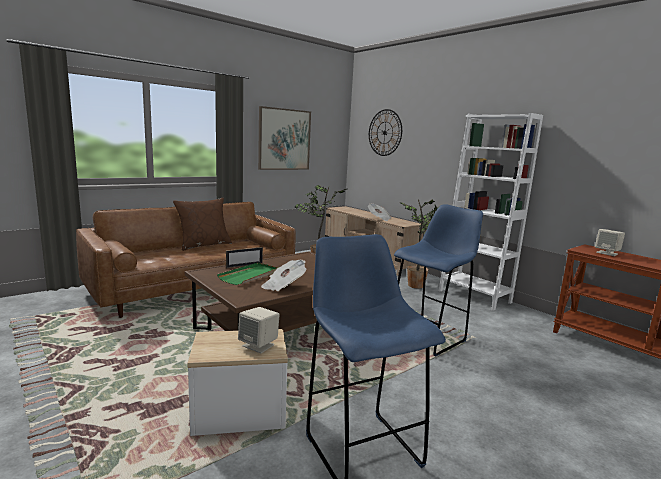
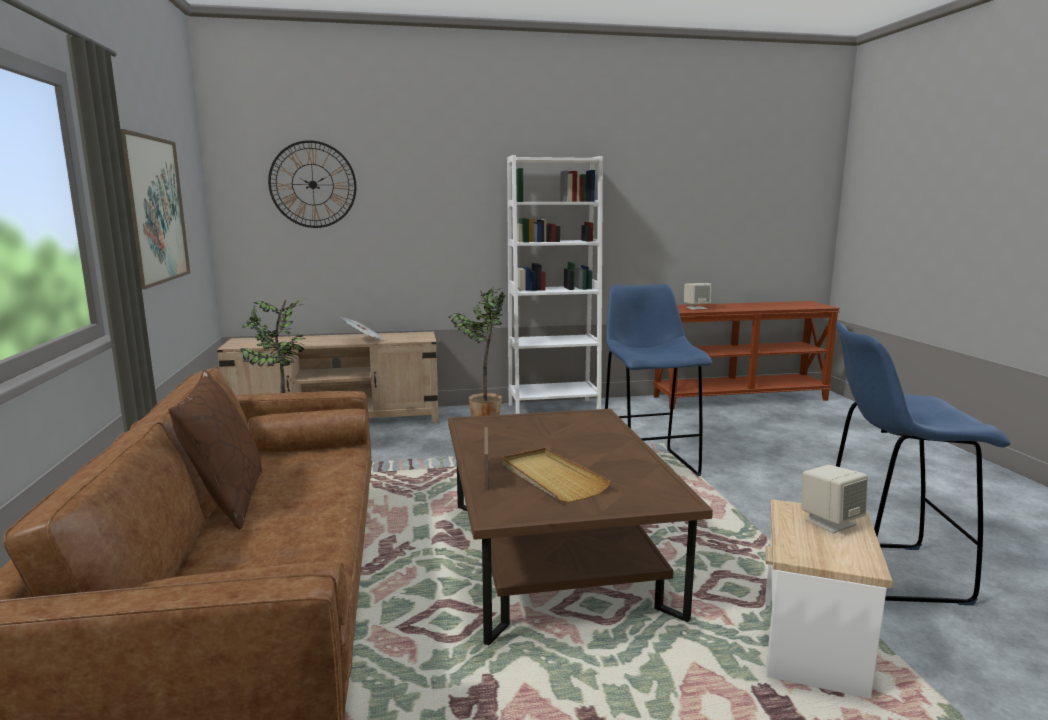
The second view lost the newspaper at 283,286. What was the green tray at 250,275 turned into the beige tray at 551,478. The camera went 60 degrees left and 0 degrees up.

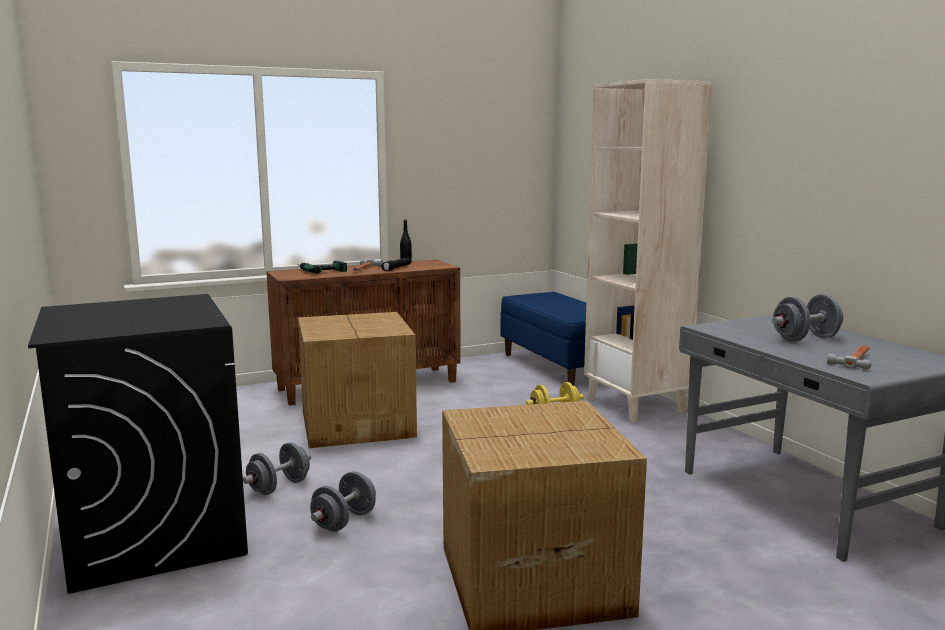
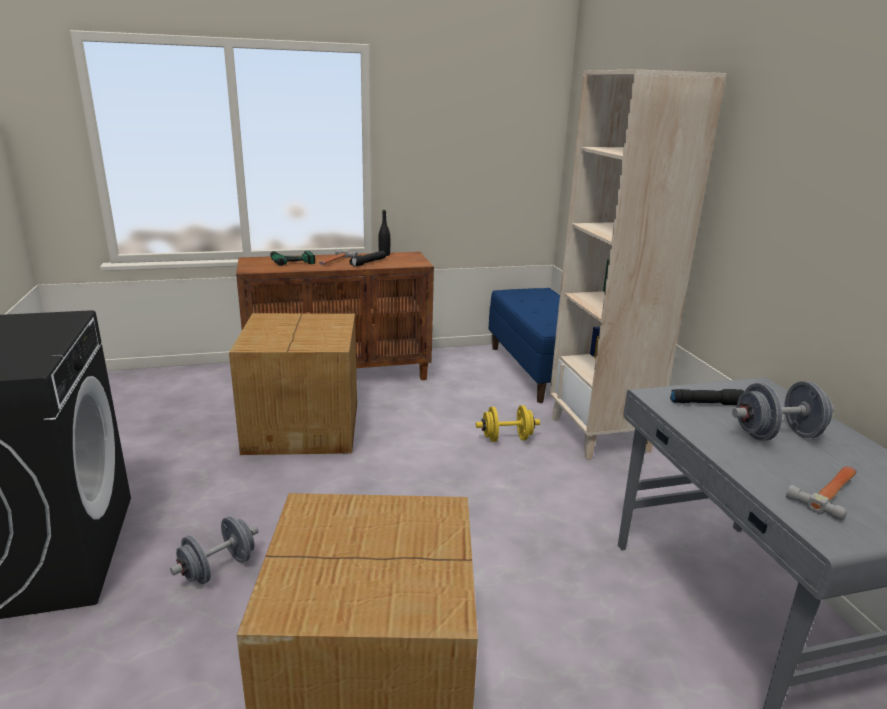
The second view lost the grey dumbbell at 279,487. The second view gained the black flashlight at 706,403. The camera went 10 degrees right and 10 degrees up.

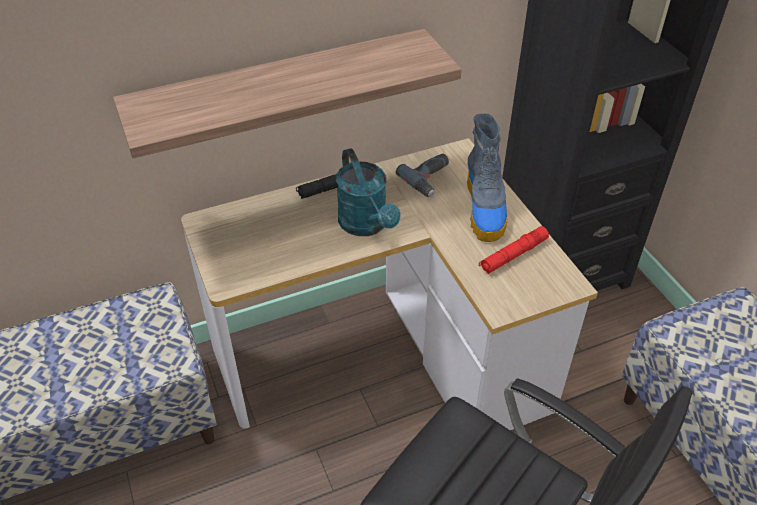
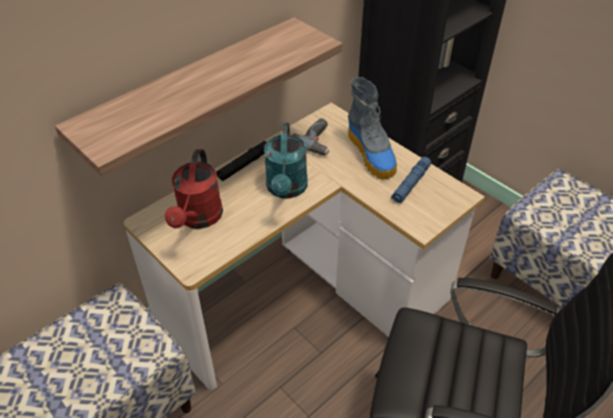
The turquoise watering can at 367,225 ended up facing another way, 45 degrees clockwise from before. What was the red flashlight at 513,255 turned into the blue flashlight at 410,184. The second view gained the red watering can at 198,219. The camera went 20 degrees left and 0 degrees up.

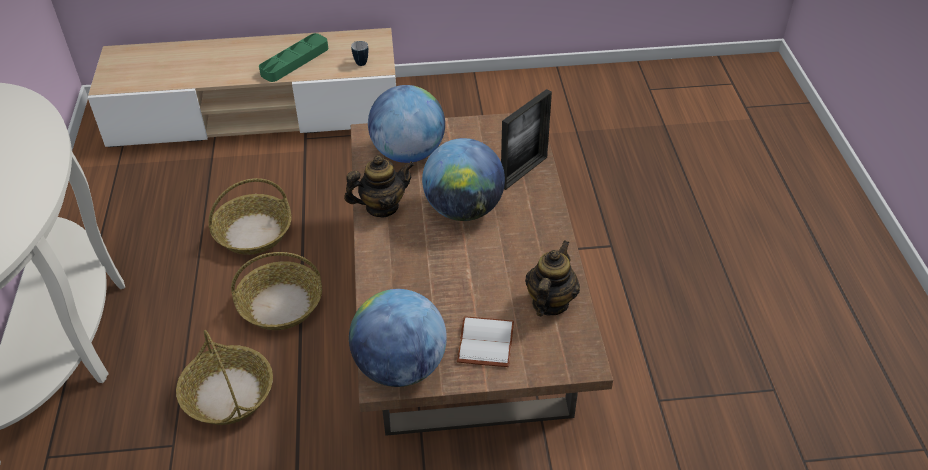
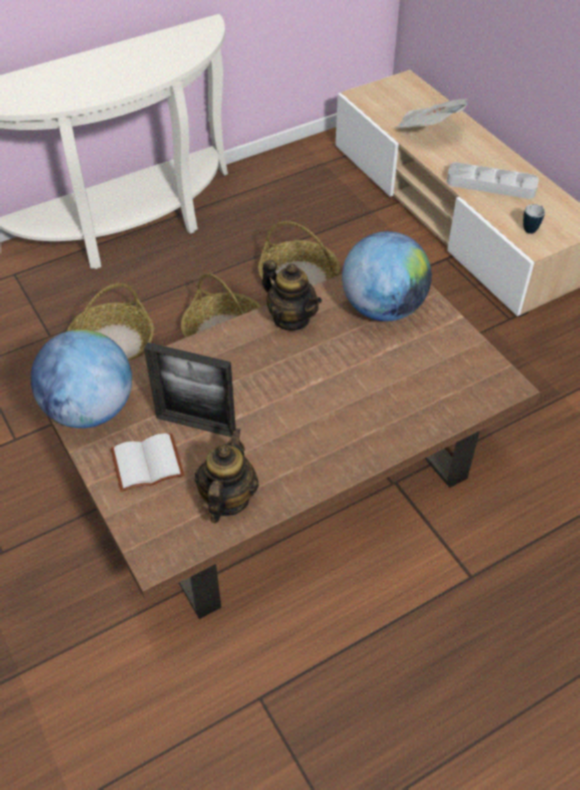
What was the green tray at 295,61 turned into the grey tray at 491,185. The picture frame ended up elsewhere, having gone from 524,172 to 195,424. The second view lost the globe at 463,209. The teapot at 550,303 ended up facing another way, 75 degrees counterclockwise from before. The second view gained the newspaper at 428,130. The camera went 65 degrees right and 5 degrees up.

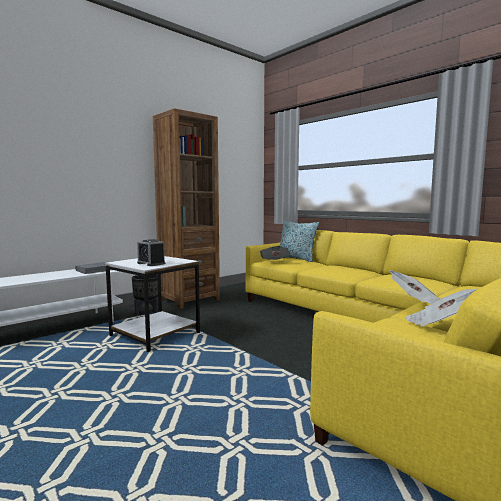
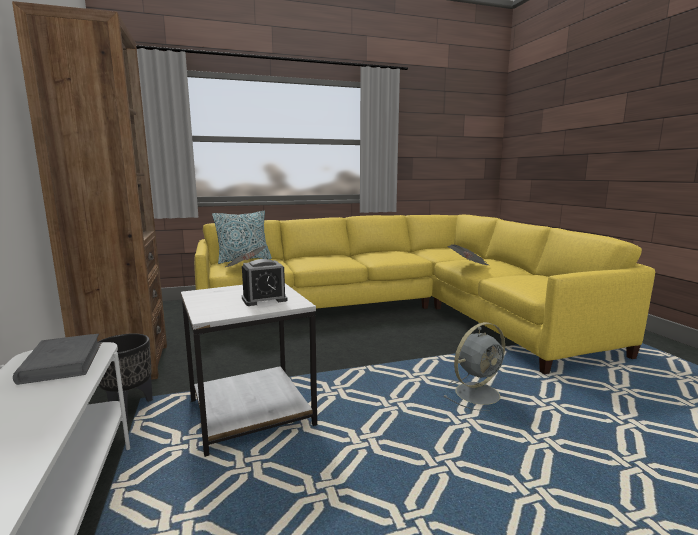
The second view lost the newspaper at 441,324. The second view gained the grey fan at 479,393. The camera went 65 degrees left and 5 degrees up.

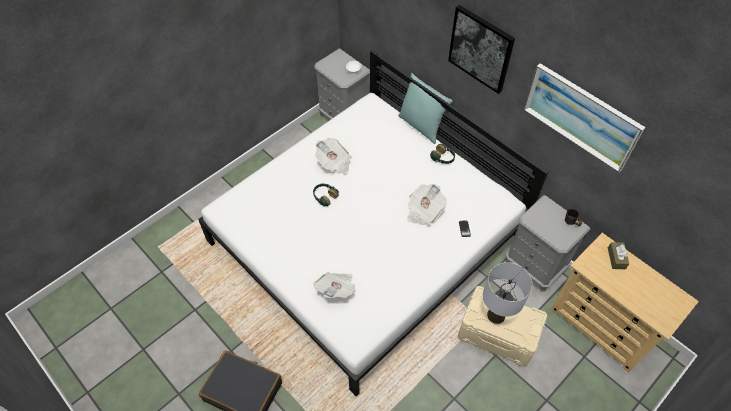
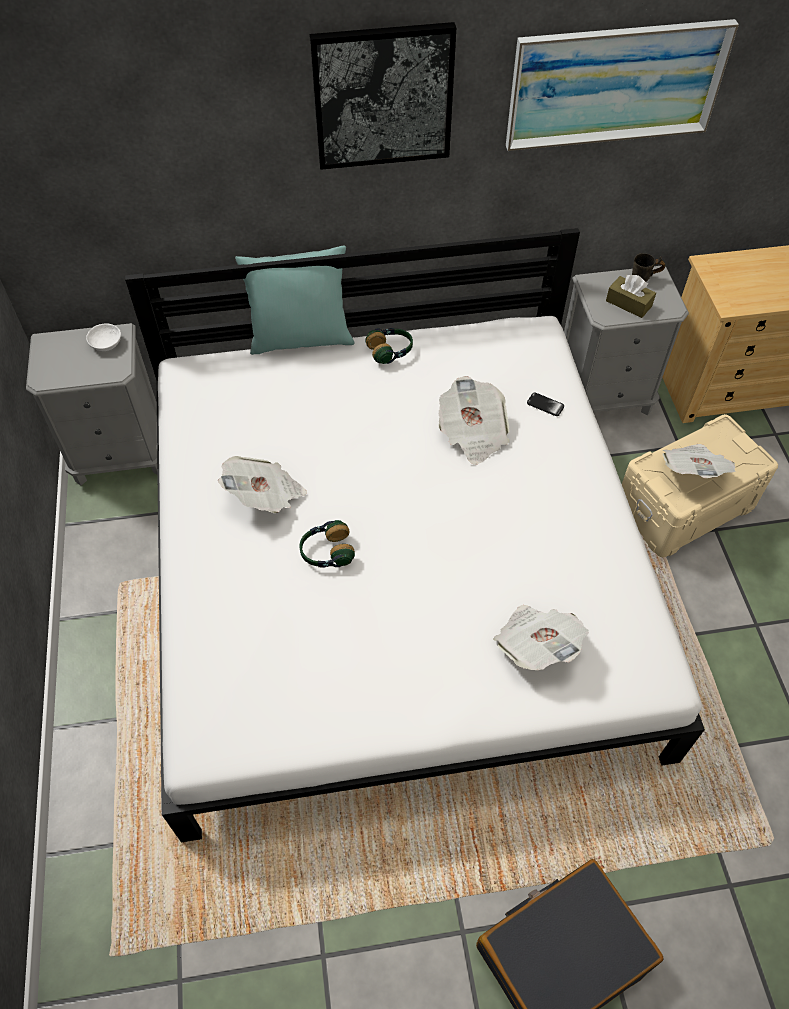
The brown tissue box ended up elsewhere, having gone from 616,258 to 628,303. Where the grey table lamp stood at 496,315, the newspaper came to stand at 692,472. The camera went 55 degrees left and 0 degrees up.

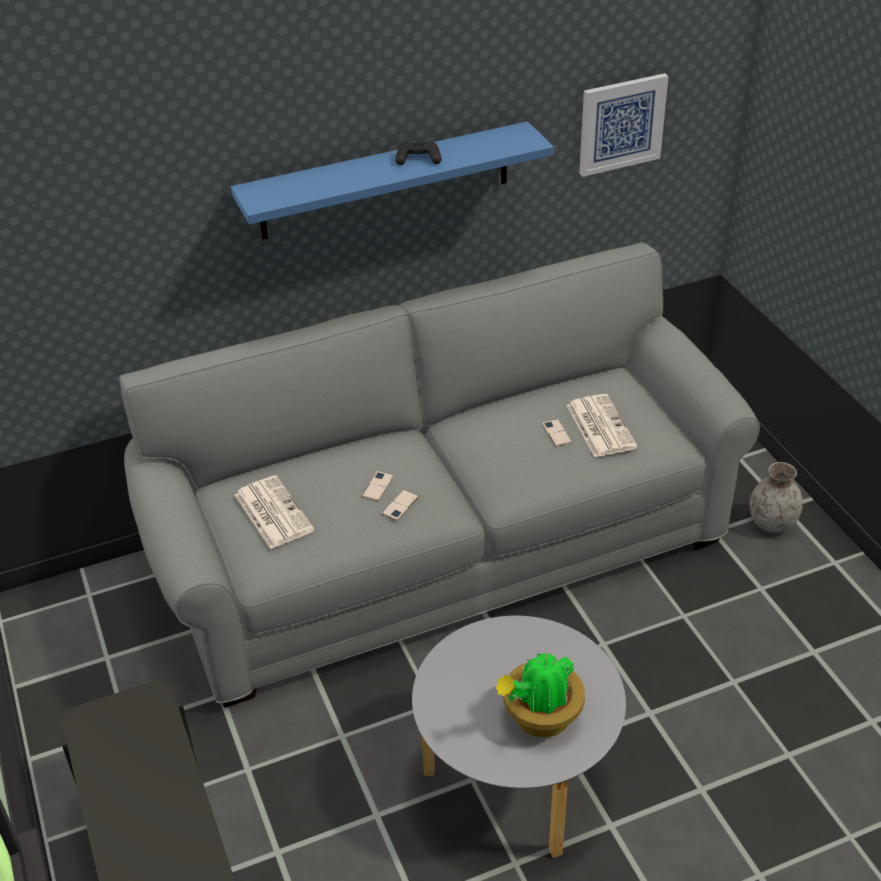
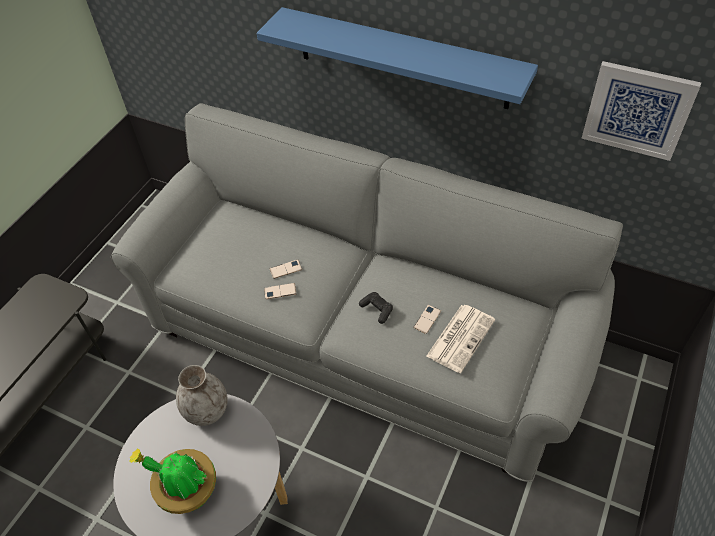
The black game controller ended up elsewhere, having gone from 418,159 to 377,310. The grey vase ended up elsewhere, having gone from 771,523 to 207,411. The second view lost the newspaper at 272,512. The camera went 50 degrees right and 10 degrees up.

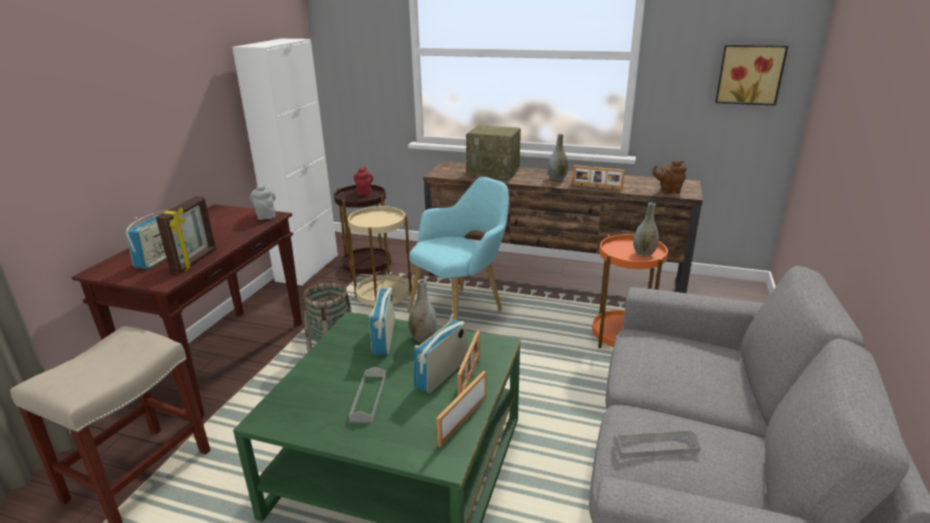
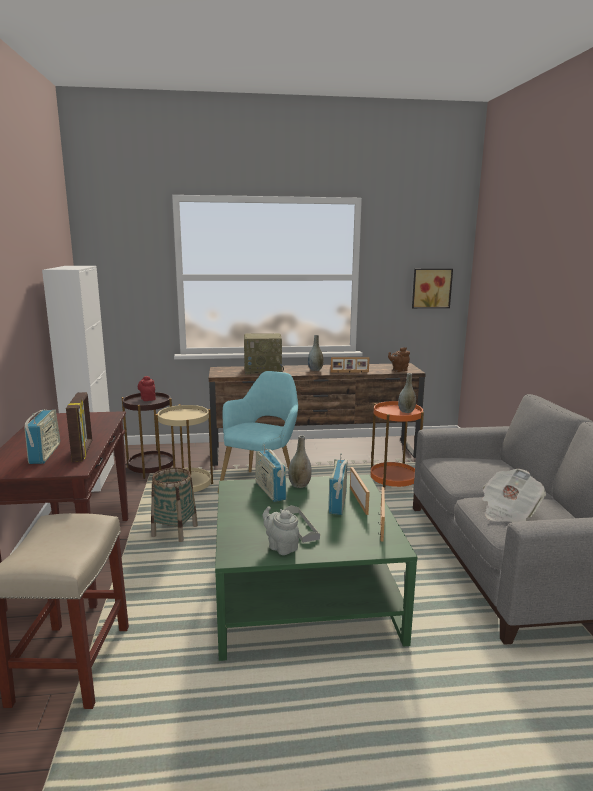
The grey teapot ended up elsewhere, having gone from 266,215 to 281,547. Where the grey tray stood at 655,446, the newspaper came to stand at 508,511. The camera went 25 degrees left and 10 degrees down.

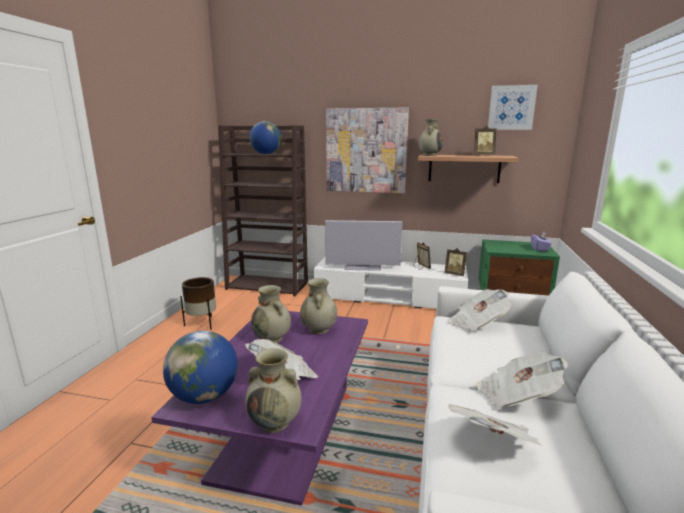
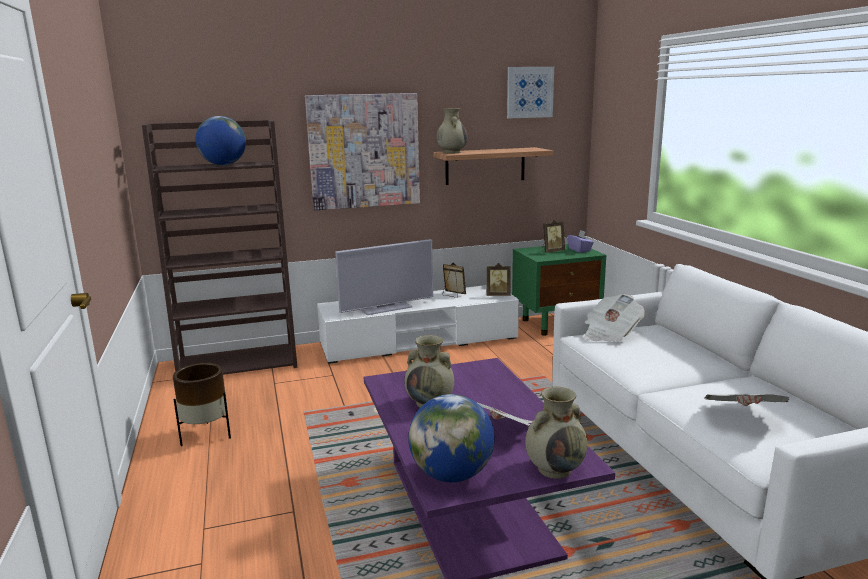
The picture frame ended up elsewhere, having gone from 483,155 to 552,251. The second view lost the beige vase at 319,330. The second view lost the newspaper at 516,396. The camera went 30 degrees left and 0 degrees up.

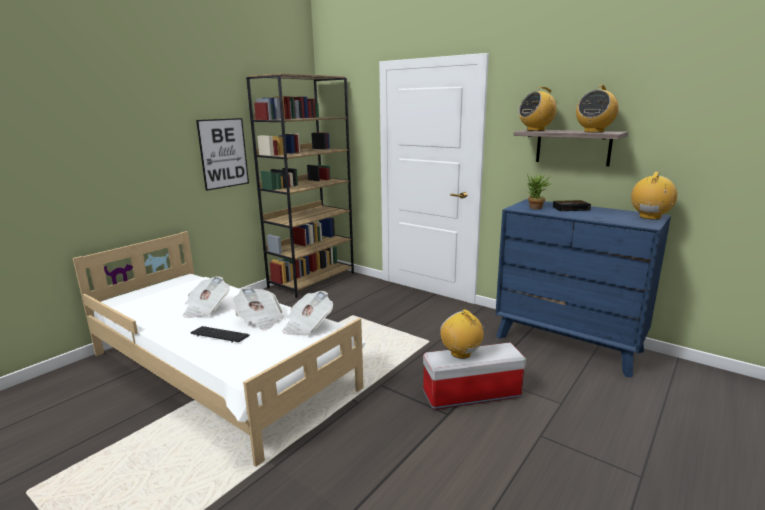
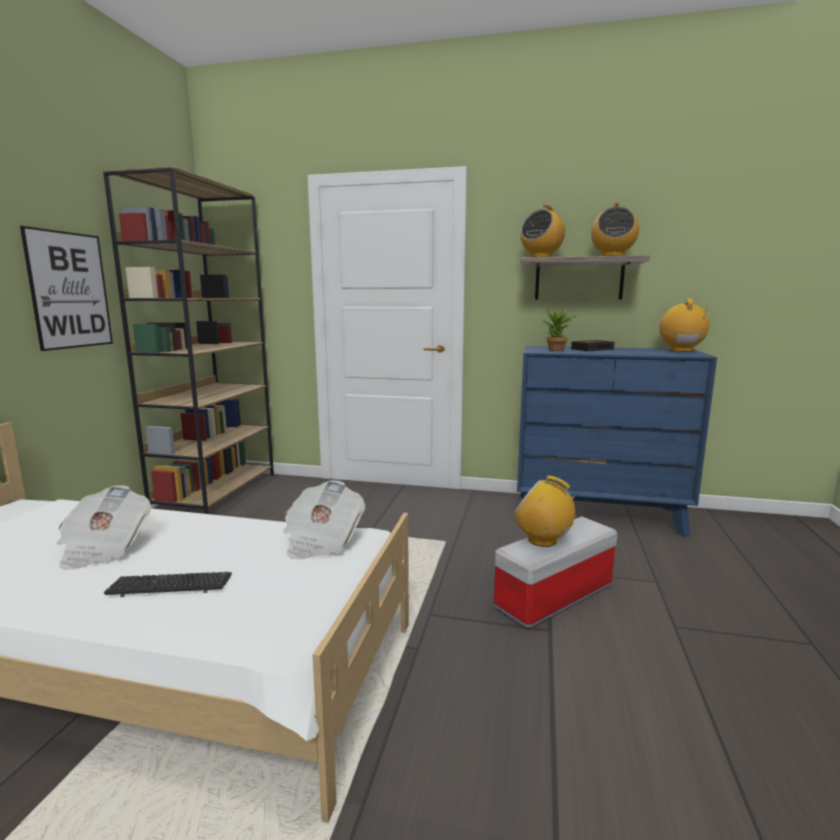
The second view lost the newspaper at 260,320. The camera went 25 degrees left and 5 degrees down.

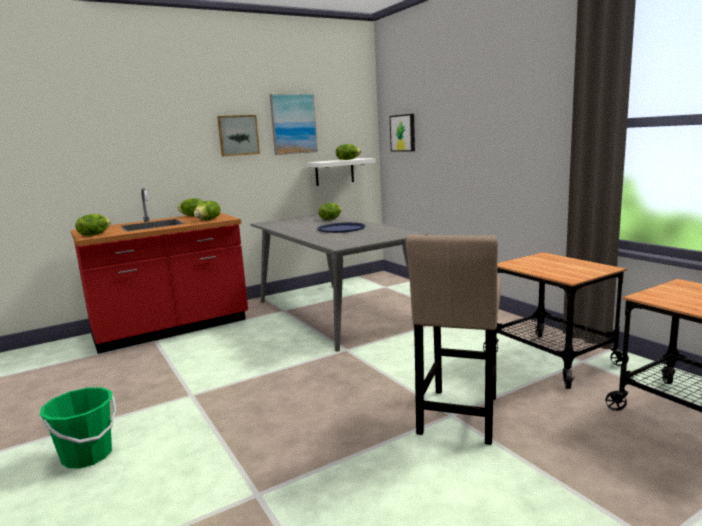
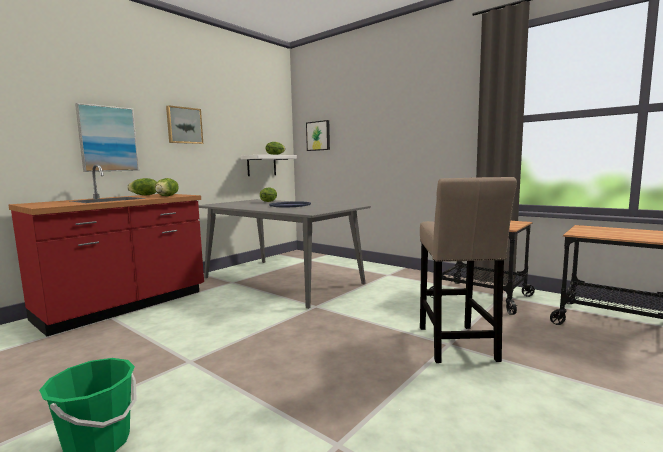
The picture ended up elsewhere, having gone from 293,124 to 108,139. The second view lost the lettuce at 94,234. The camera went 20 degrees left and 5 degrees down.

